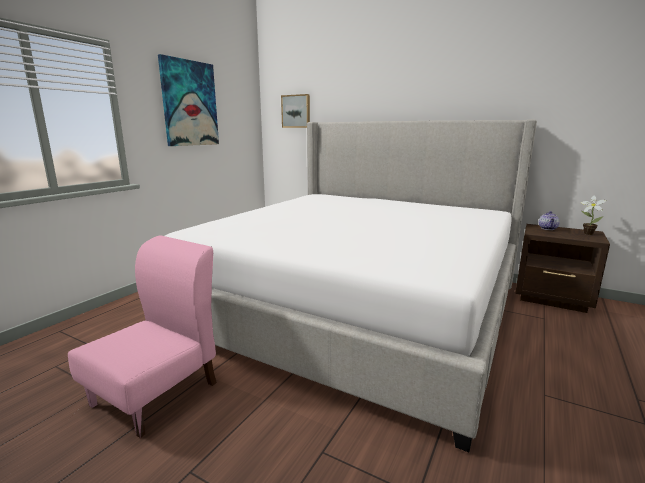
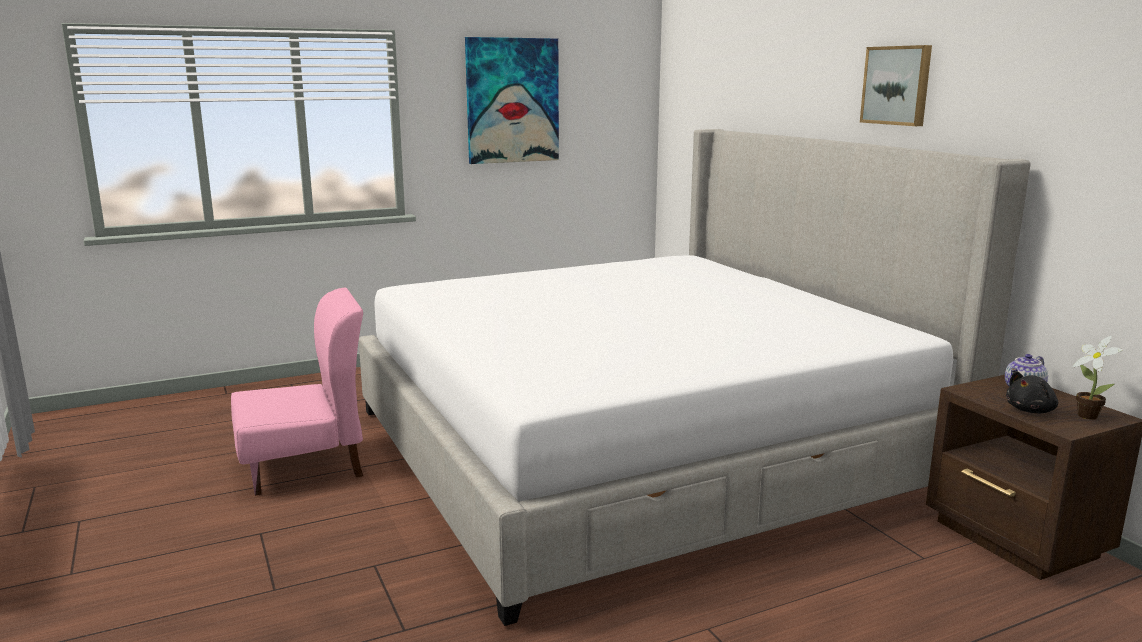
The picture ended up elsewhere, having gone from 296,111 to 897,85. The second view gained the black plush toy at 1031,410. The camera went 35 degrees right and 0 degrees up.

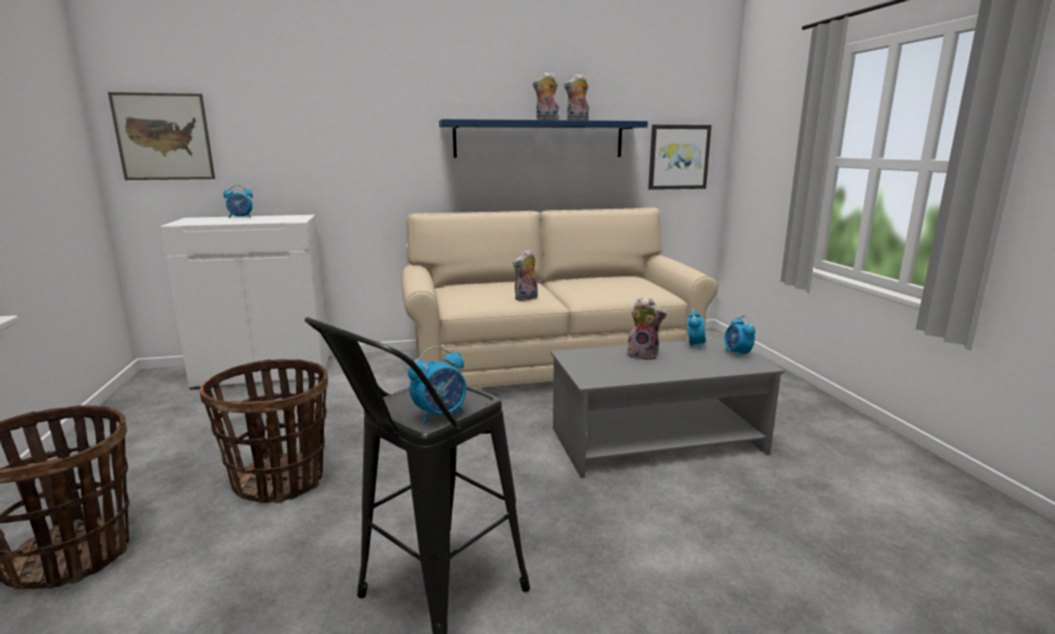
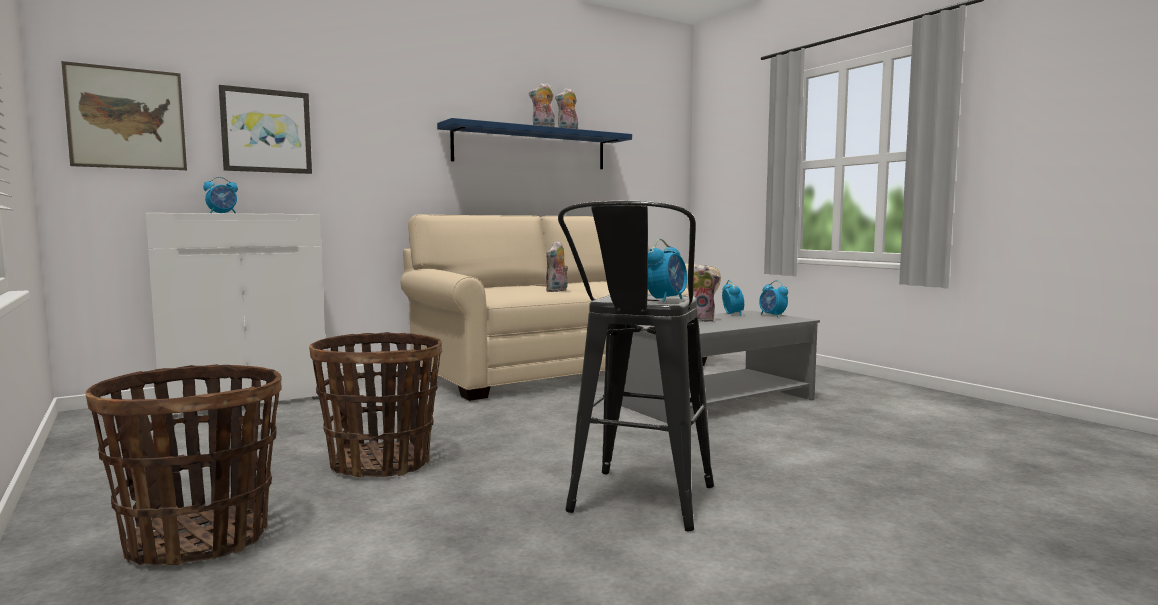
The picture ended up elsewhere, having gone from 678,157 to 266,131. The camera went 20 degrees left and 10 degrees down.

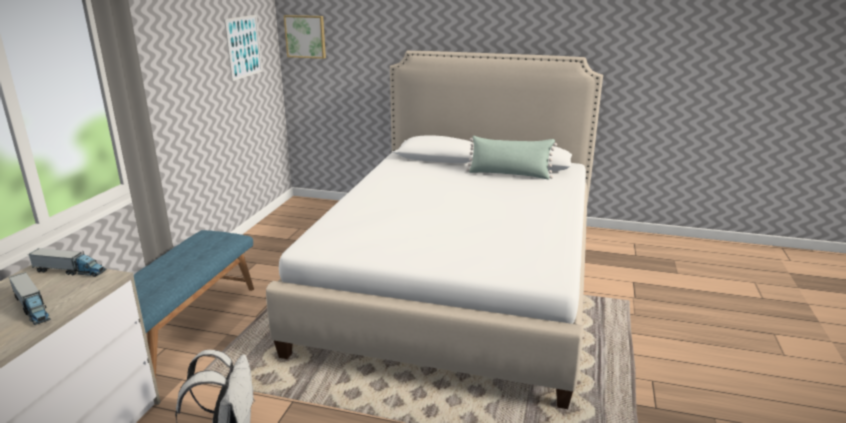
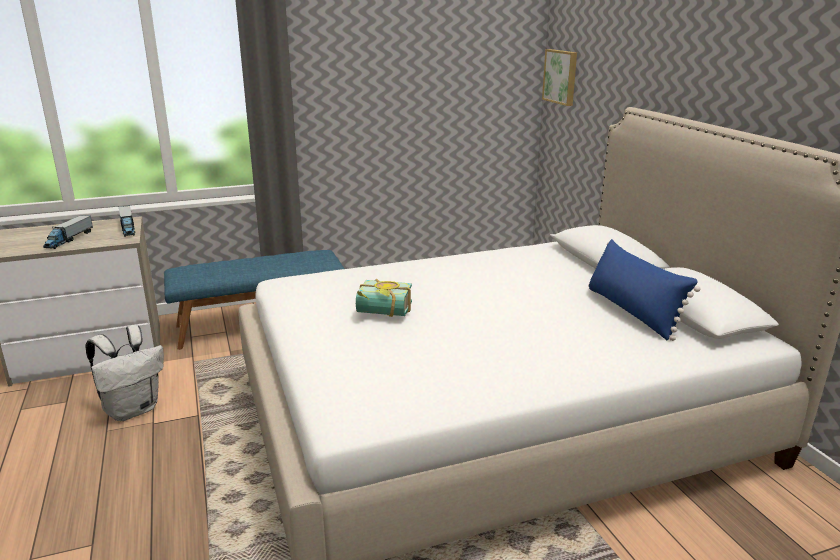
The second view lost the picture at 244,47. What was the green pillow at 509,174 turned into the blue pillow at 632,312. The second view gained the book at 382,313. The camera went 55 degrees right and 0 degrees up.

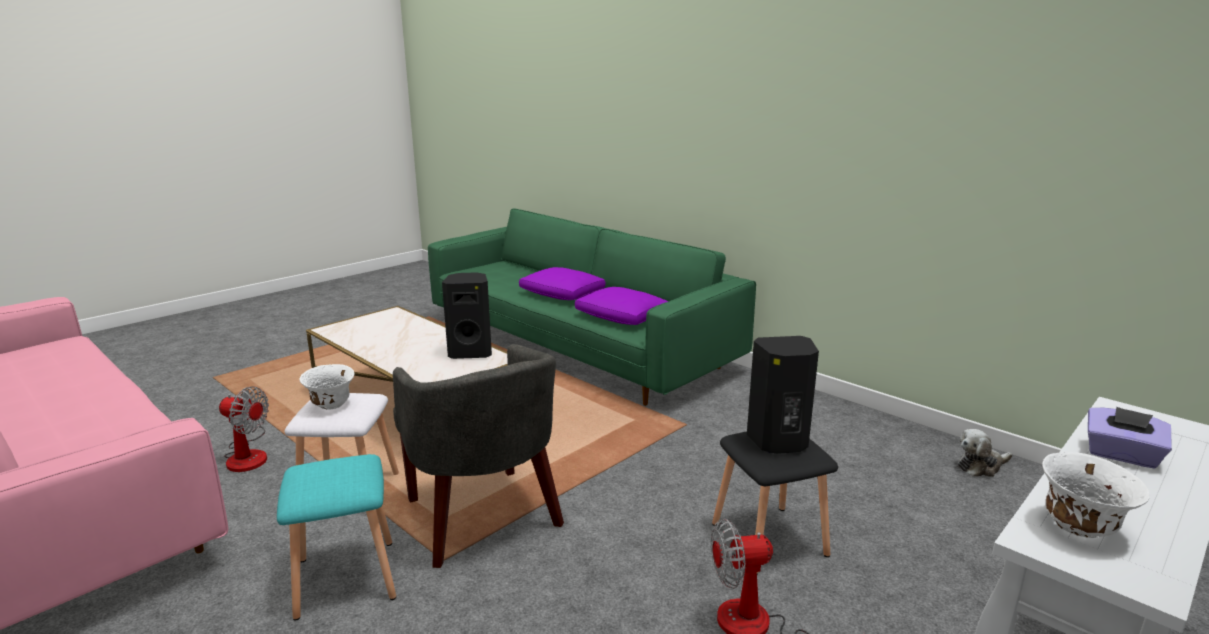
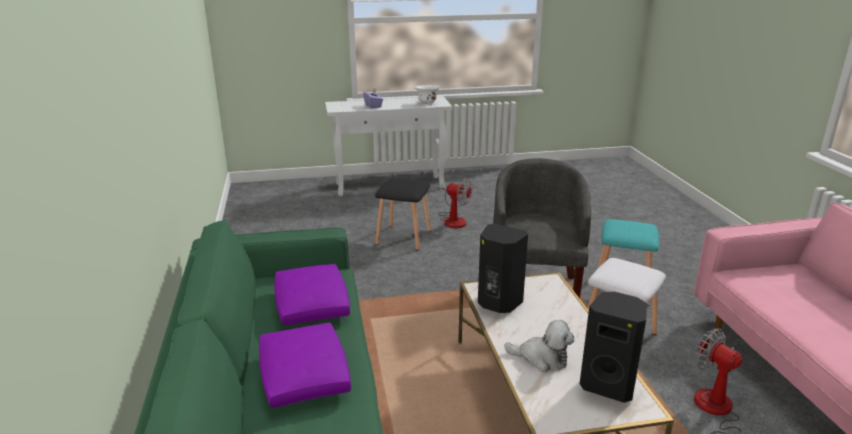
The black speaker ended up elsewhere, having gone from 778,442 to 608,385. The second view lost the white bowl at 331,406. The plush toy ended up elsewhere, having gone from 980,466 to 542,358. The camera went 145 degrees left and 5 degrees up.

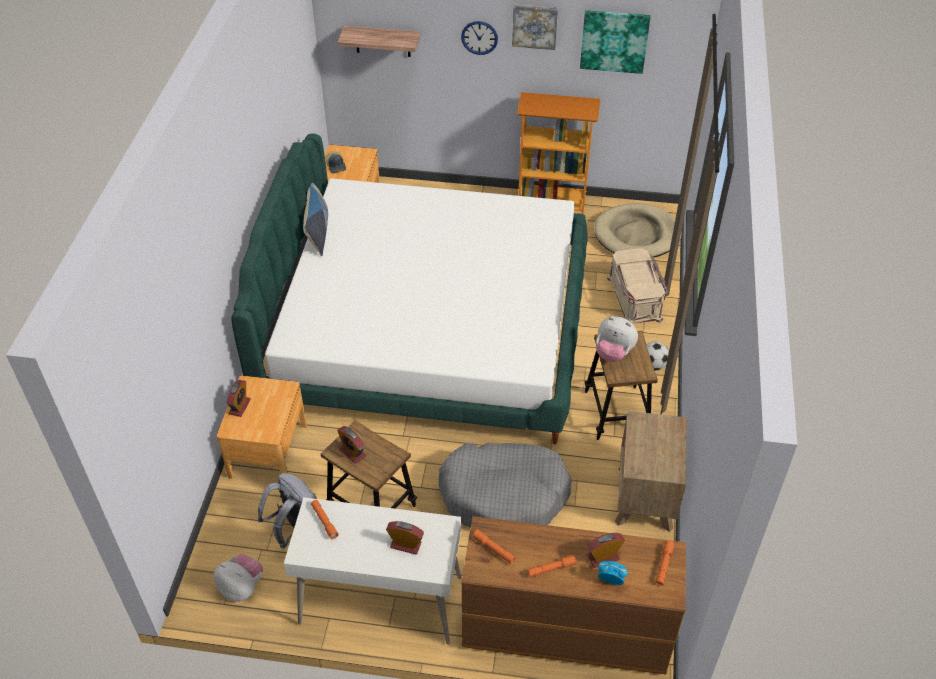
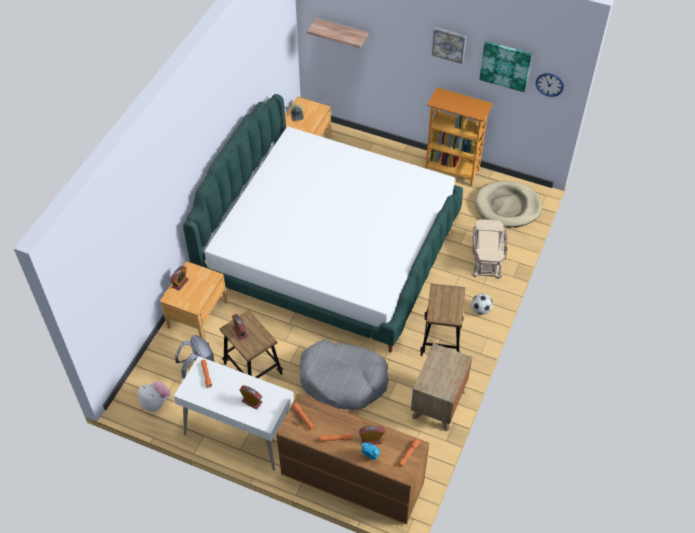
The wall clock ended up elsewhere, having gone from 479,37 to 549,84. The second view lost the pillow at 317,231. The second view lost the plush toy at 613,353. The camera went 15 degrees right and 5 degrees up.

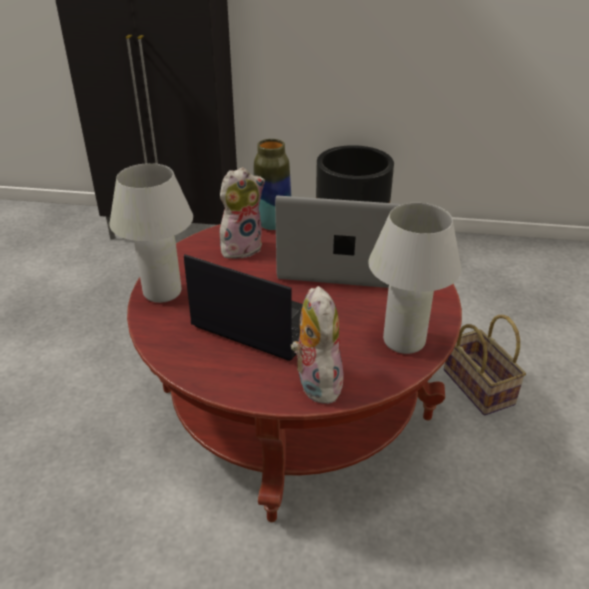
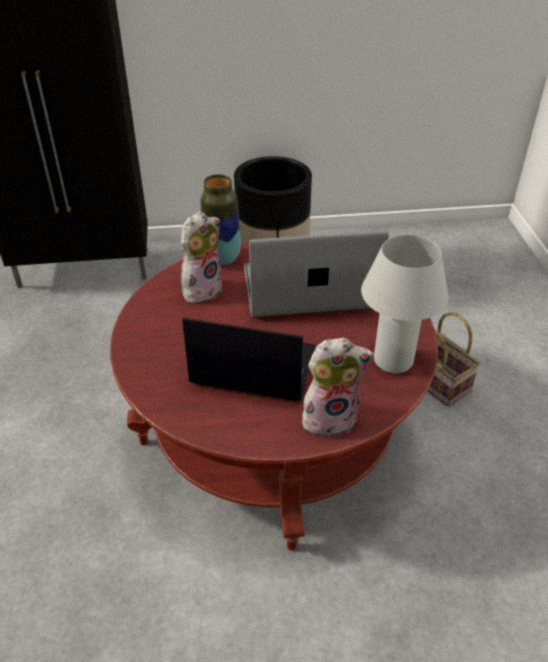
The second view lost the white table lamp at 162,292. The plush toy at 315,382 ended up facing another way, 105 degrees clockwise from before. The camera went 15 degrees left and 5 degrees up.

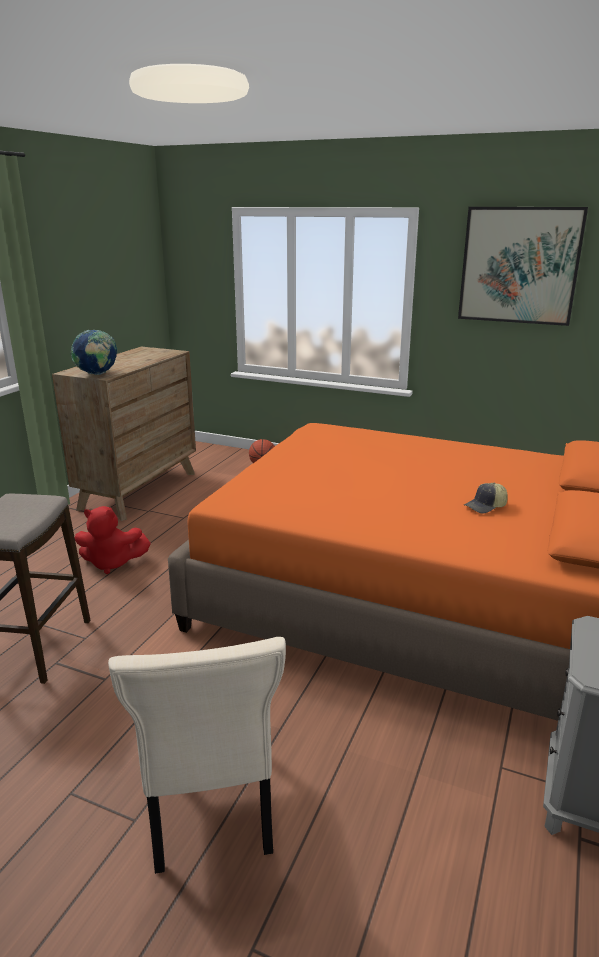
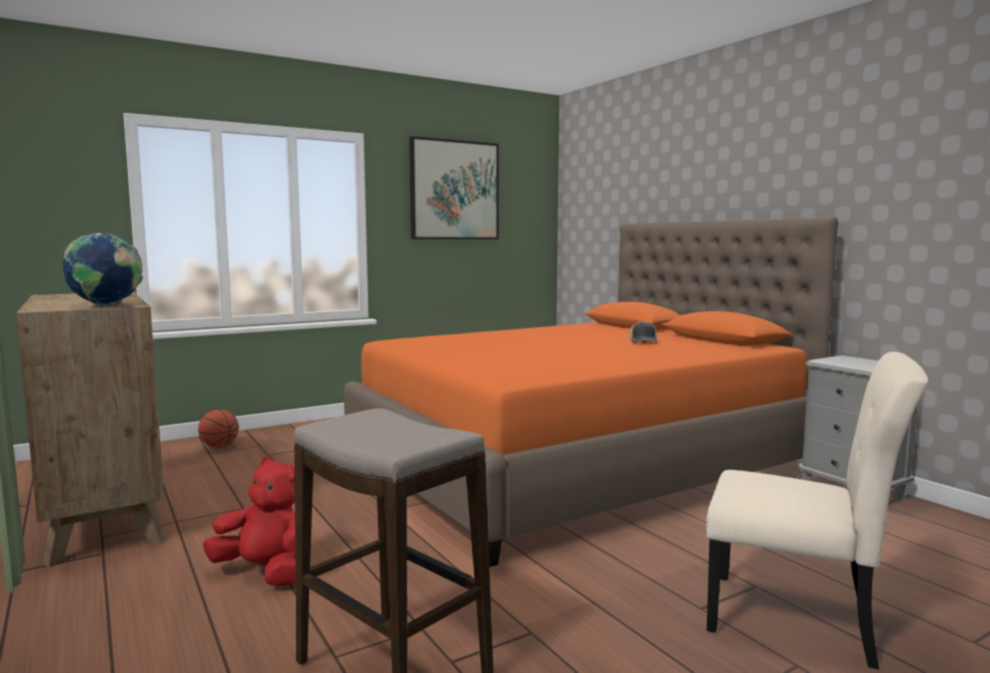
The red plush toy at 112,563 ended up facing another way, 105 degrees counterclockwise from before. The camera went 55 degrees left and 15 degrees down.

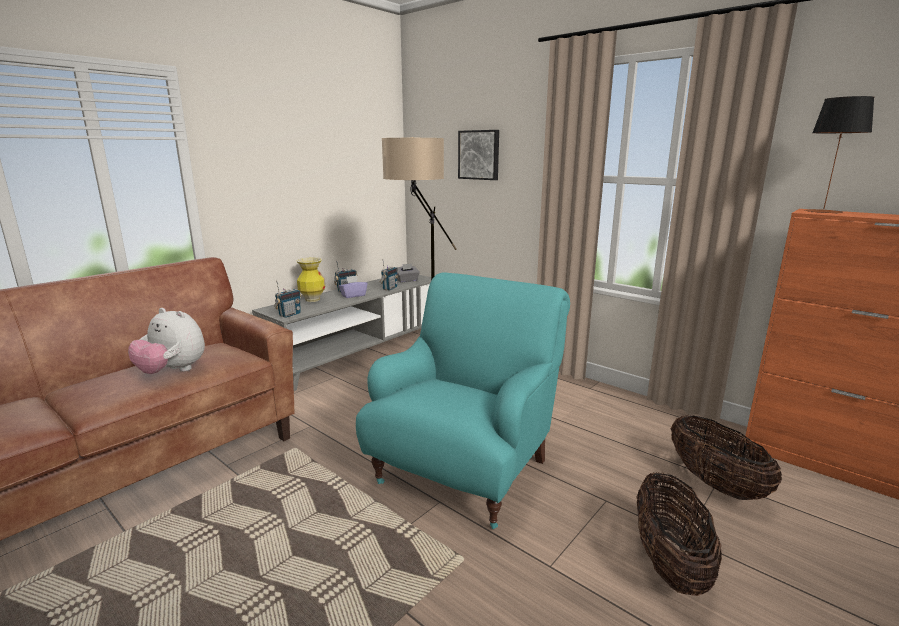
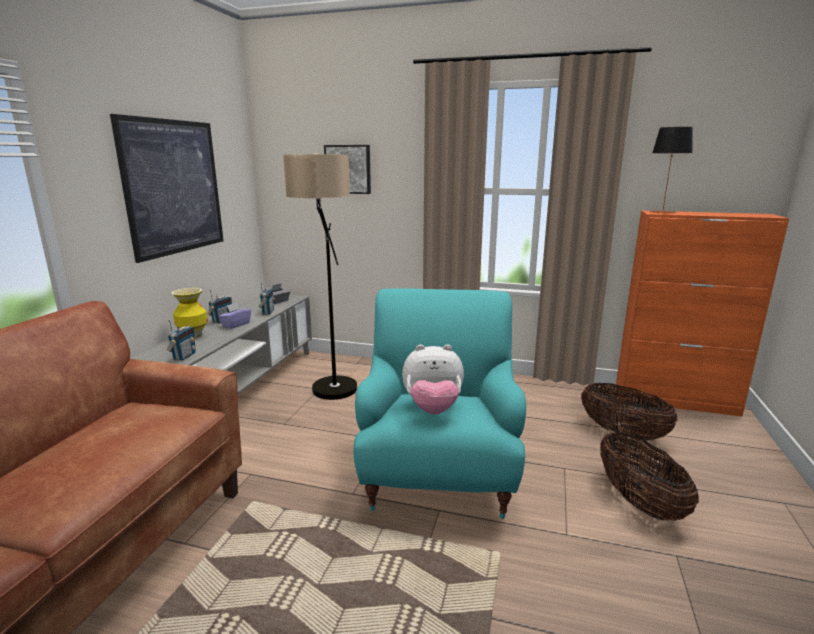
The plush toy ended up elsewhere, having gone from 173,371 to 432,409. The second view gained the picture at 174,187. The camera went 25 degrees left and 0 degrees up.

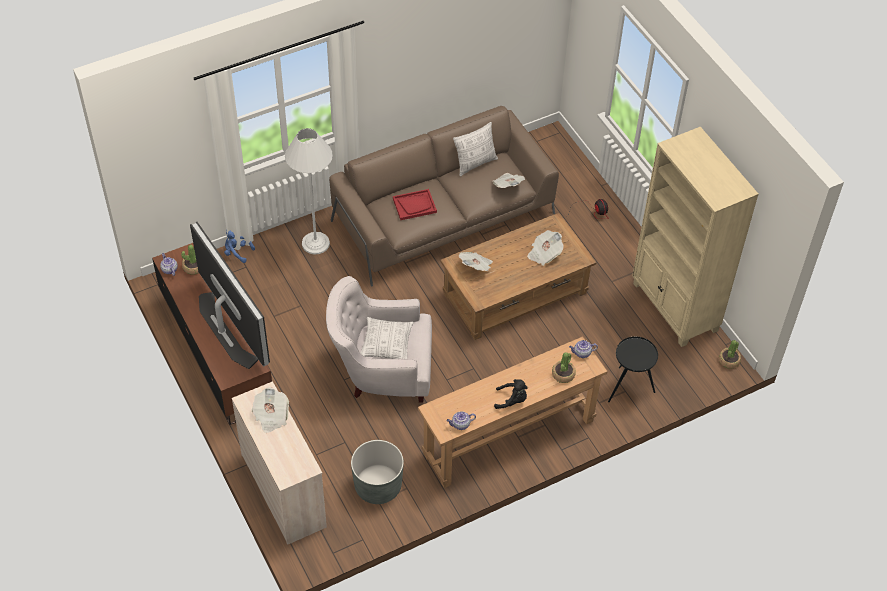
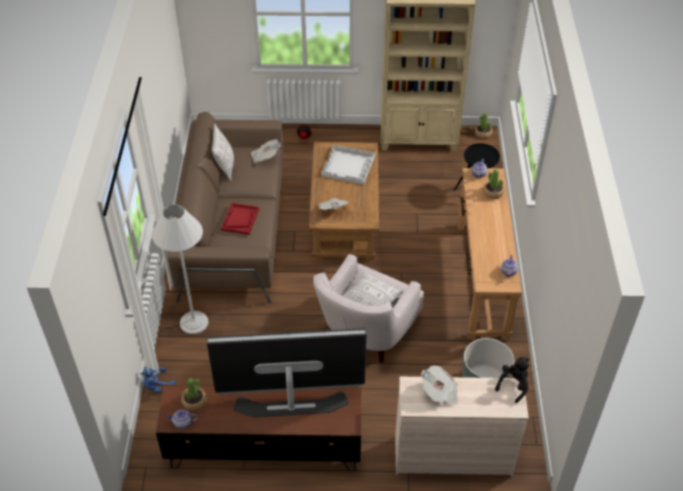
Where the newspaper stood at 544,253, the white tray came to stand at 348,166. The black plush toy ended up elsewhere, having gone from 512,400 to 513,385. The camera went 60 degrees left and 5 degrees down.

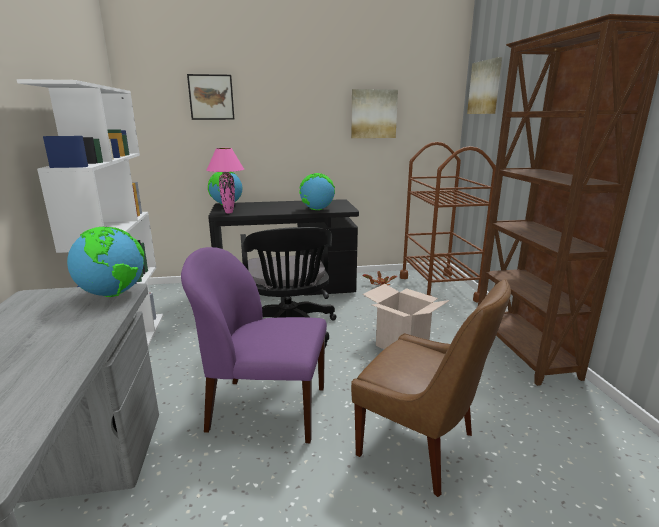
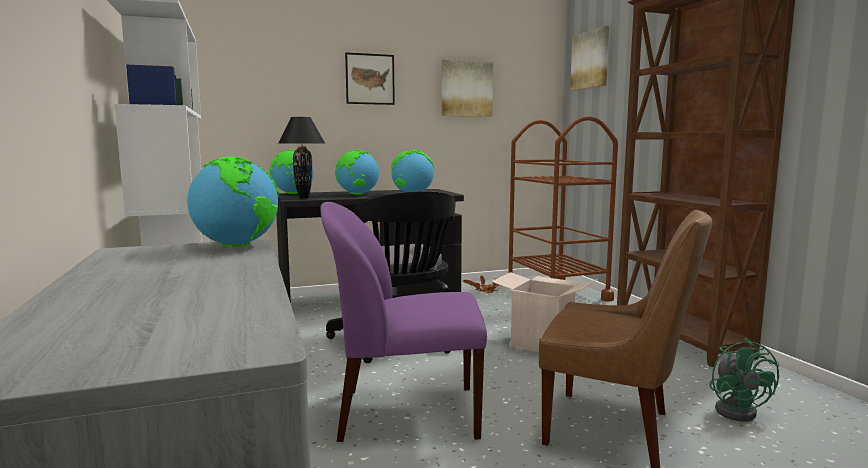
The picture ended up elsewhere, having gone from 211,97 to 370,79. What was the pink table lamp at 228,212 turned into the black table lamp at 303,198. The second view gained the globe at 357,194. The second view gained the green fan at 738,410. The camera went 10 degrees left and 10 degrees down.

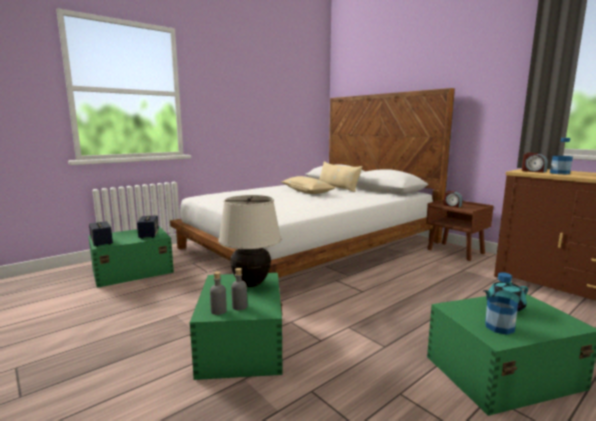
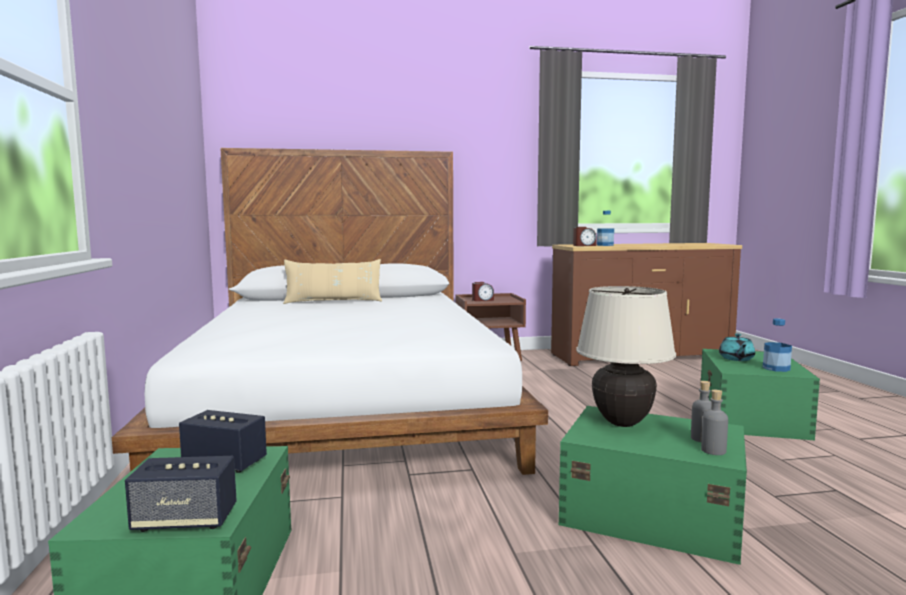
The second view lost the beige pillow at 307,191. The camera went 60 degrees left and 5 degrees down.

